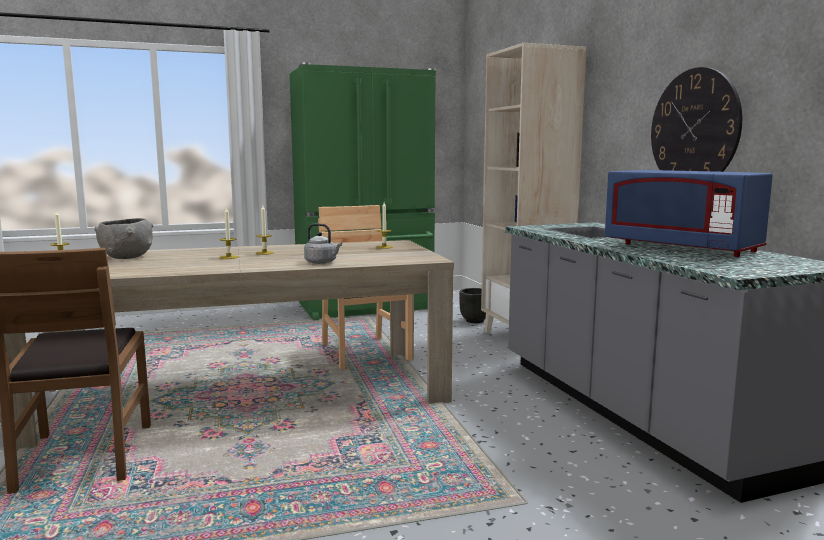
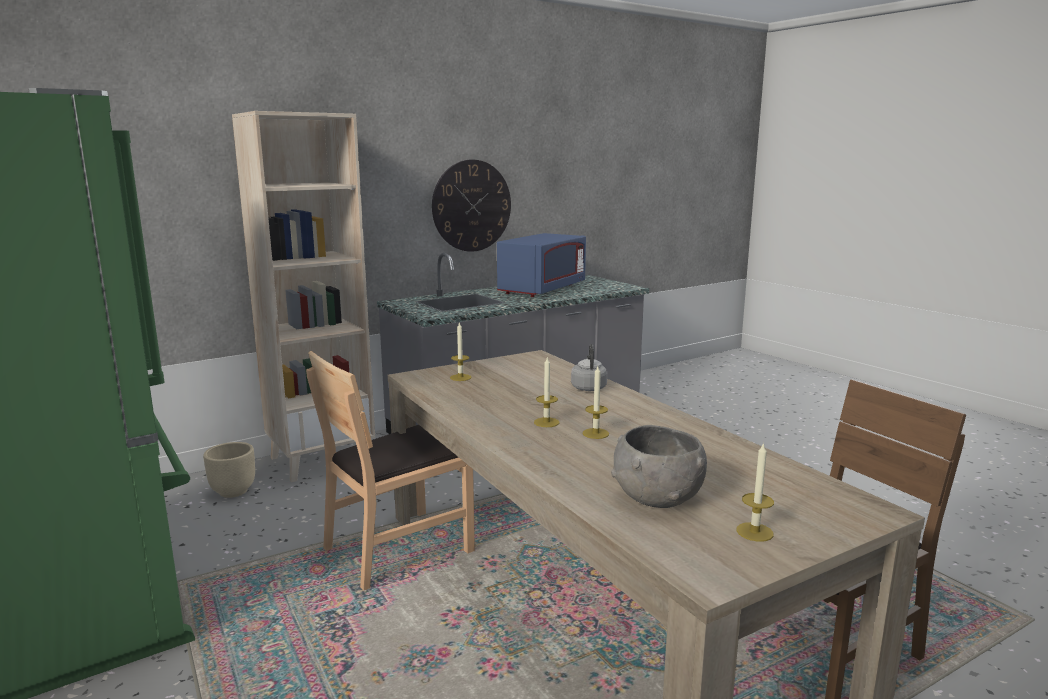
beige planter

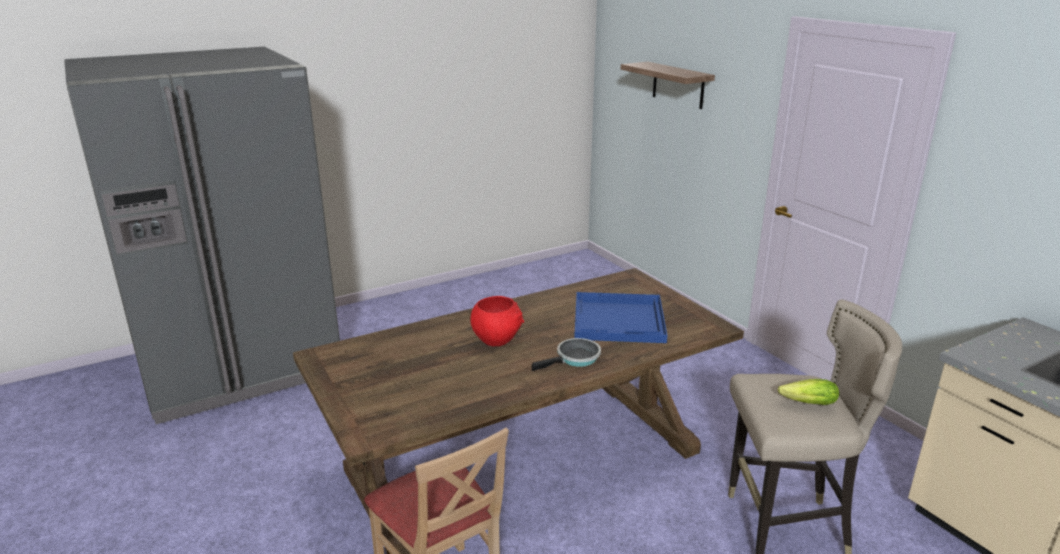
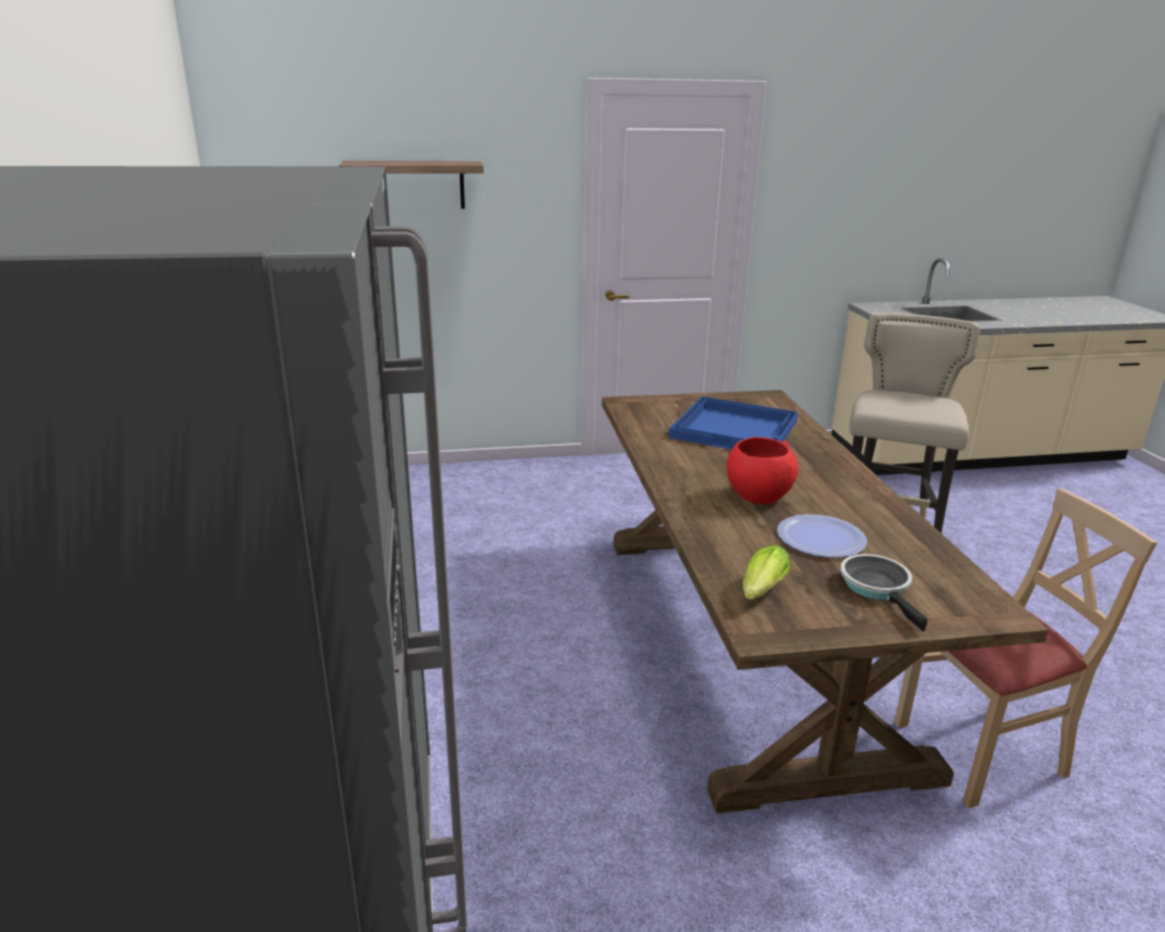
frying pan
lettuce
plate

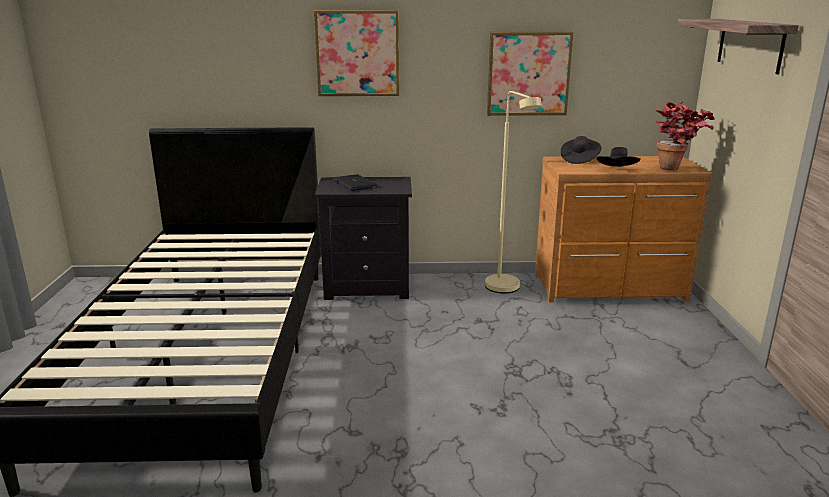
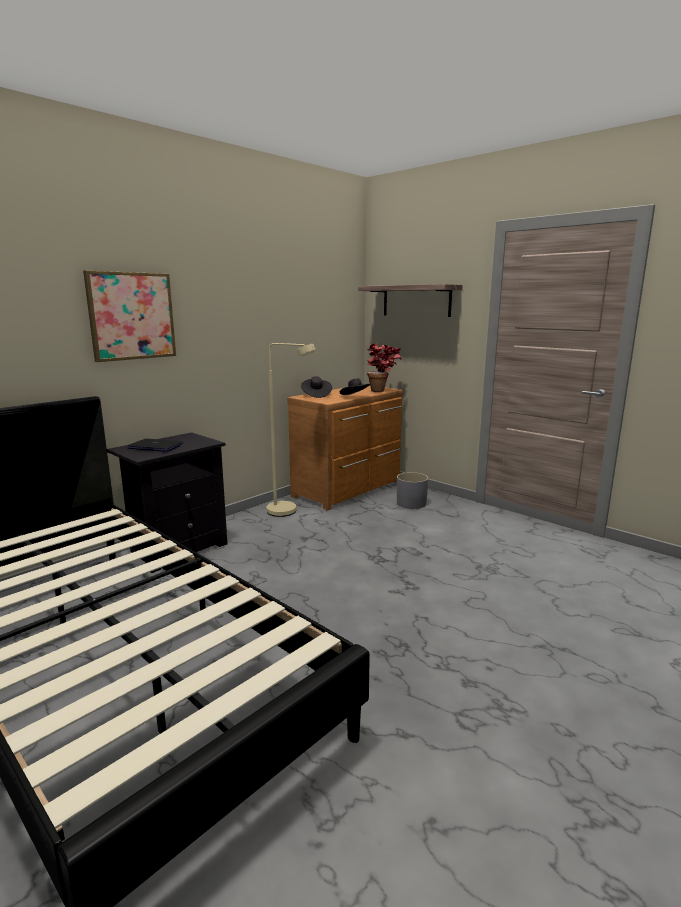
picture (no. 2 from left in the first image)
grey planter

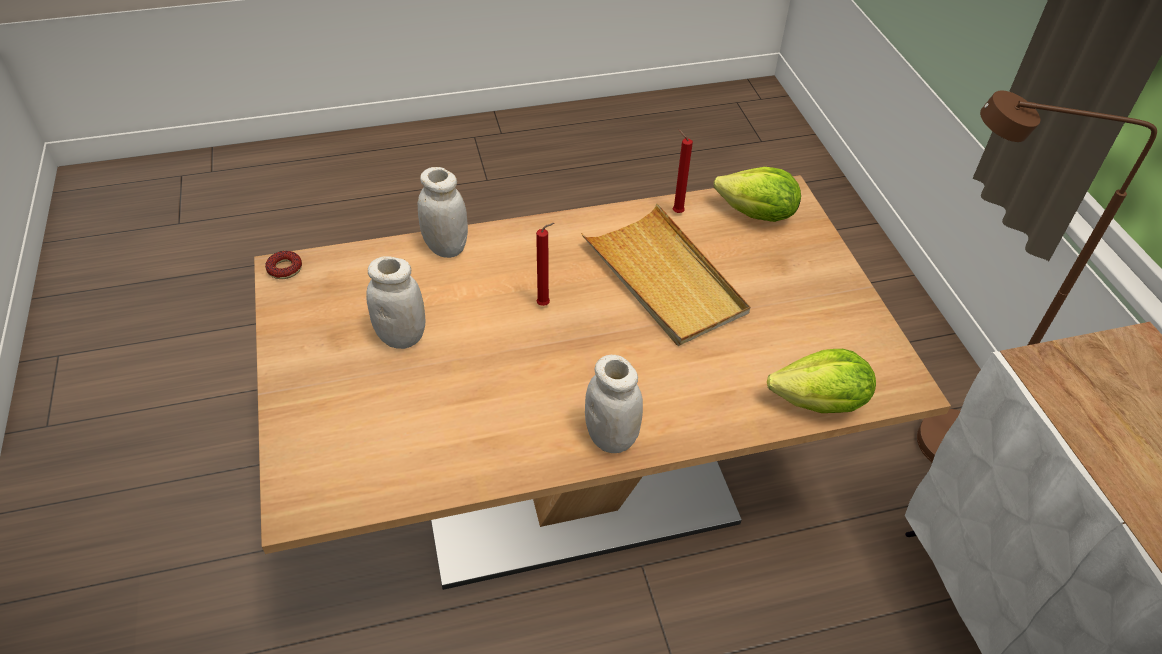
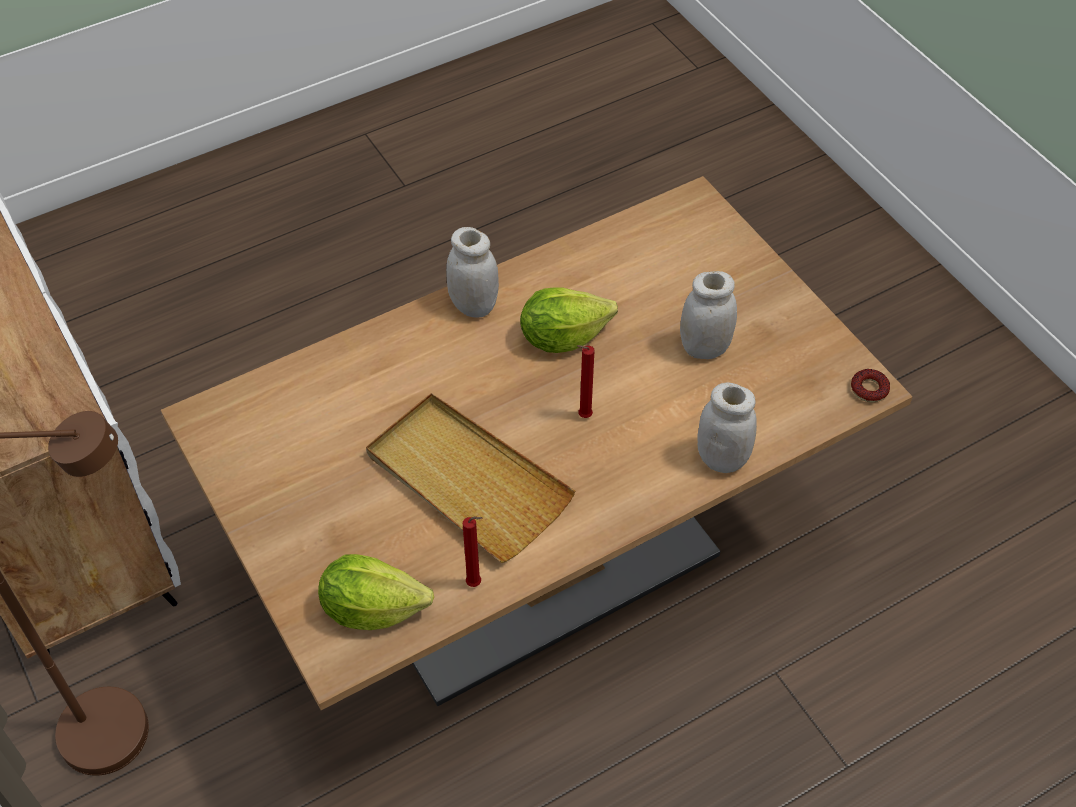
lettuce (no. 2 from left)

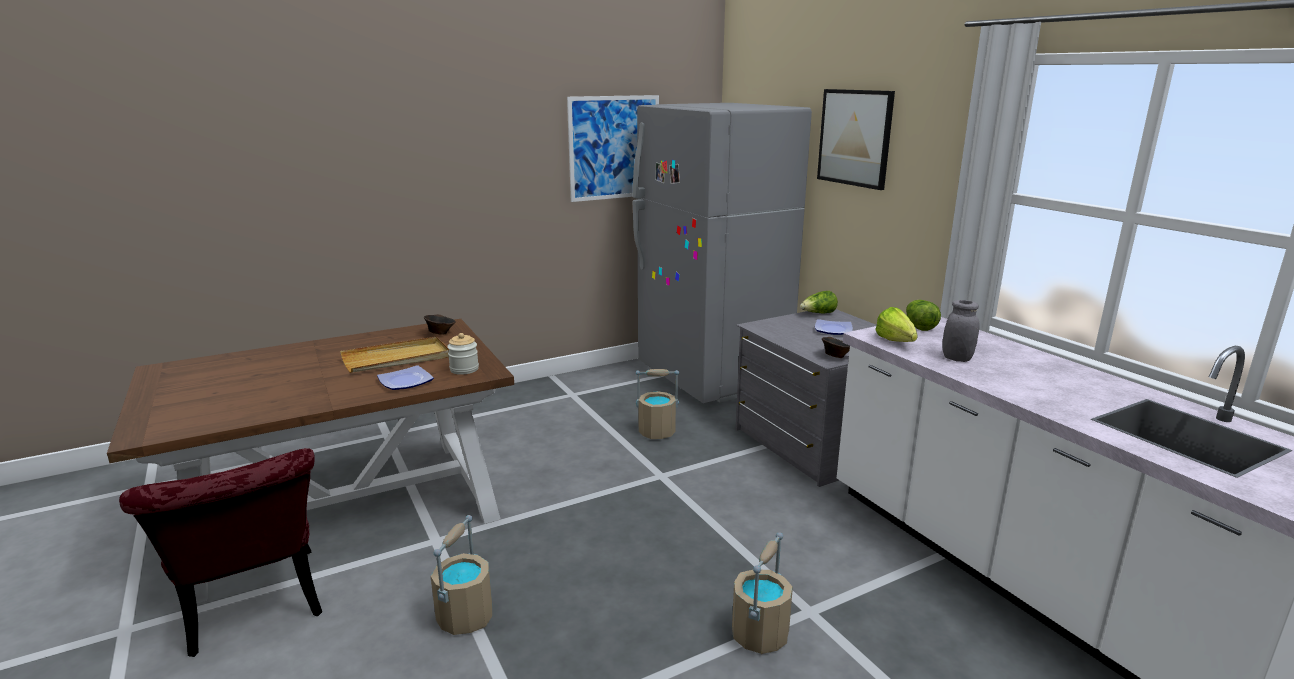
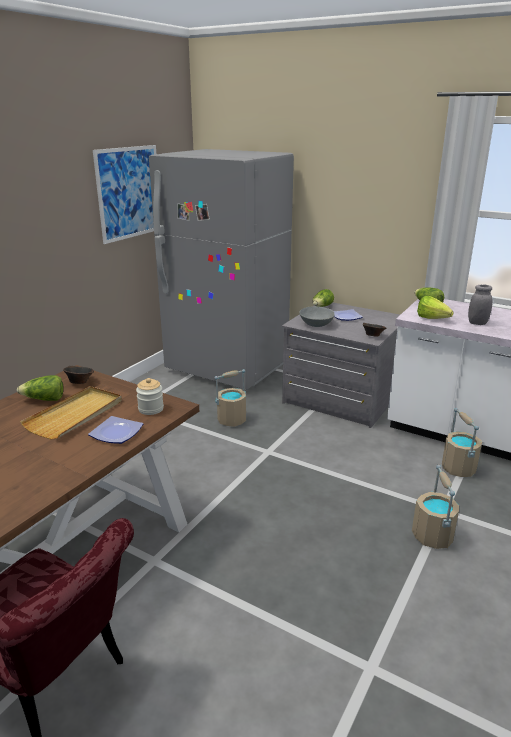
beige bucket (no. 3 from left)
picture (no. 2 from left in the first image)
lettuce (no. 1 from left)
grey bowl

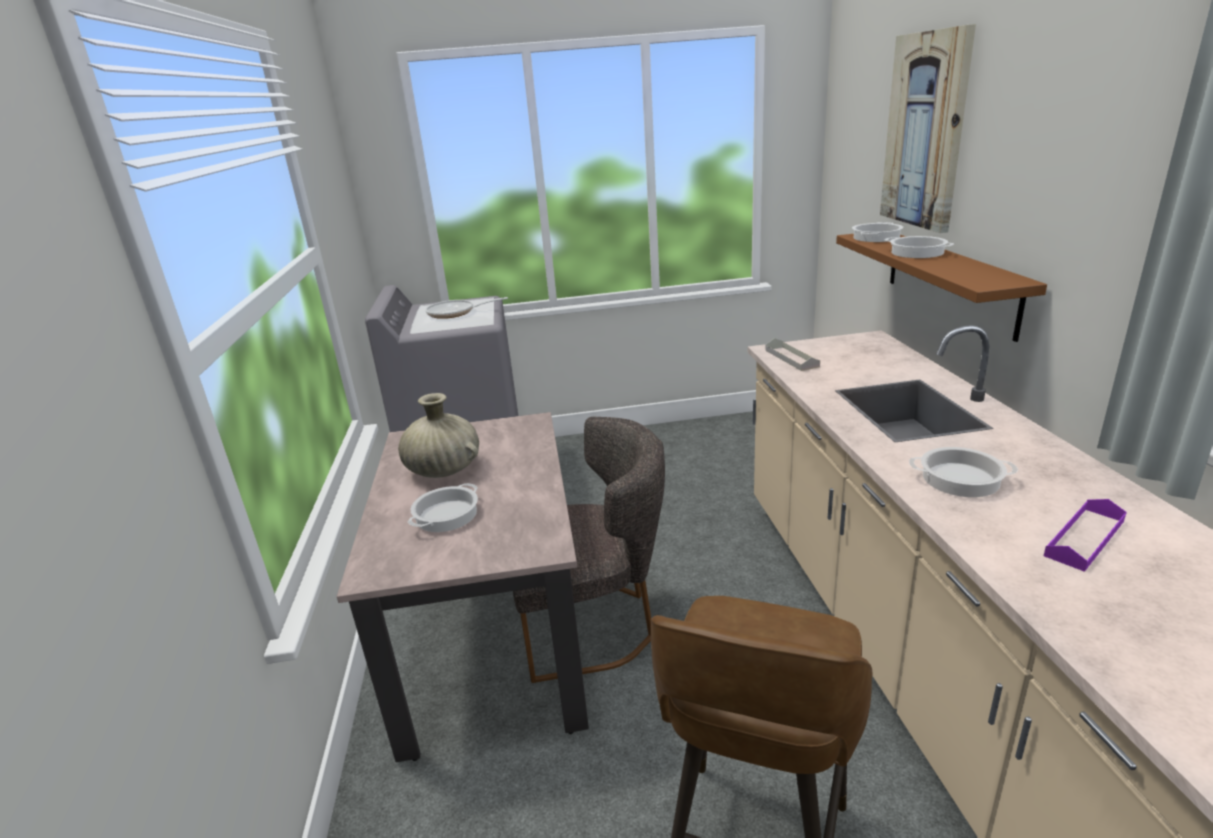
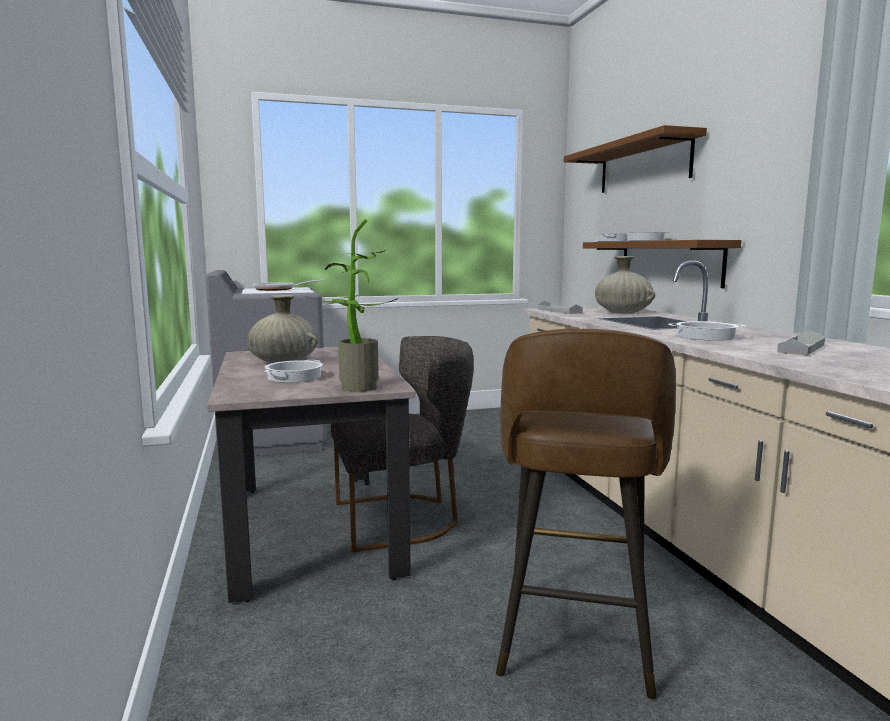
brown shelf (no. 1 from left)
grey tray (no. 2 from left)
potted plant
beige vase (no. 2 from left)

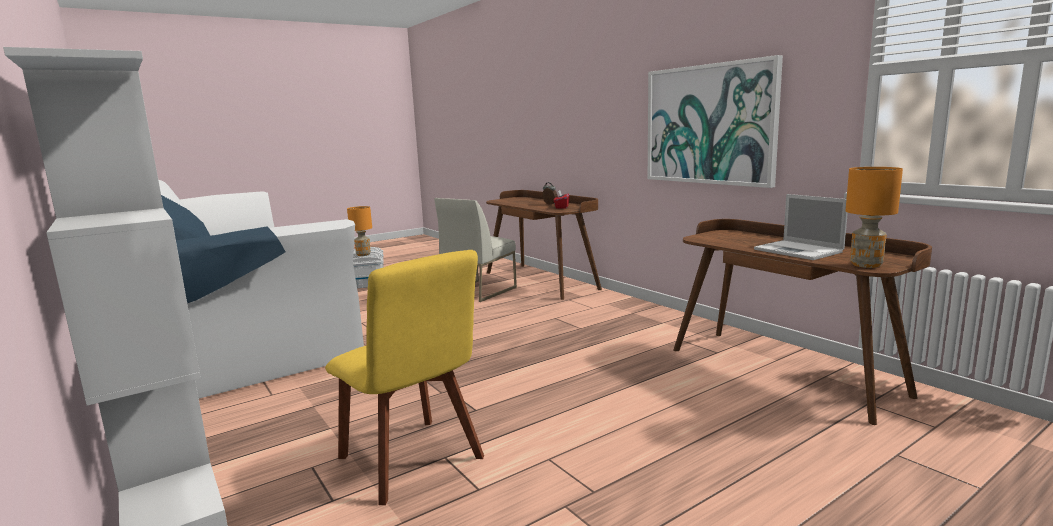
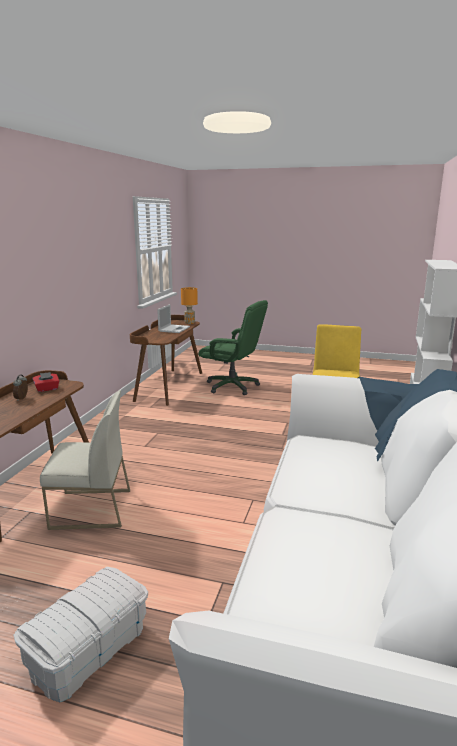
orange table lamp (no. 1 from left in the first image)
picture
green office chair

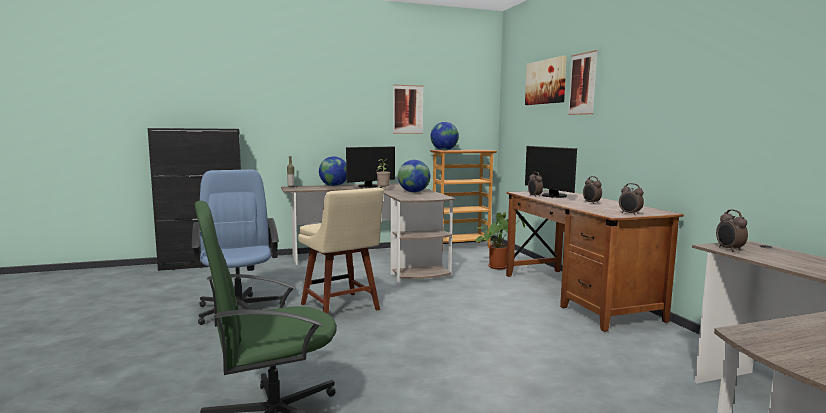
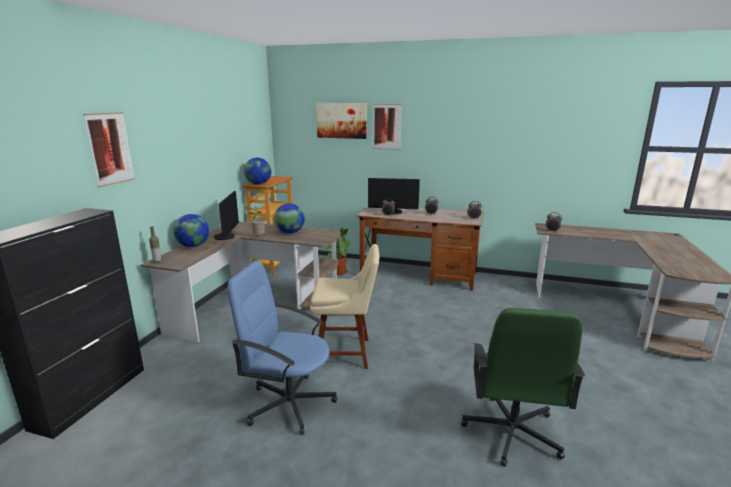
picture (no. 1 from left)

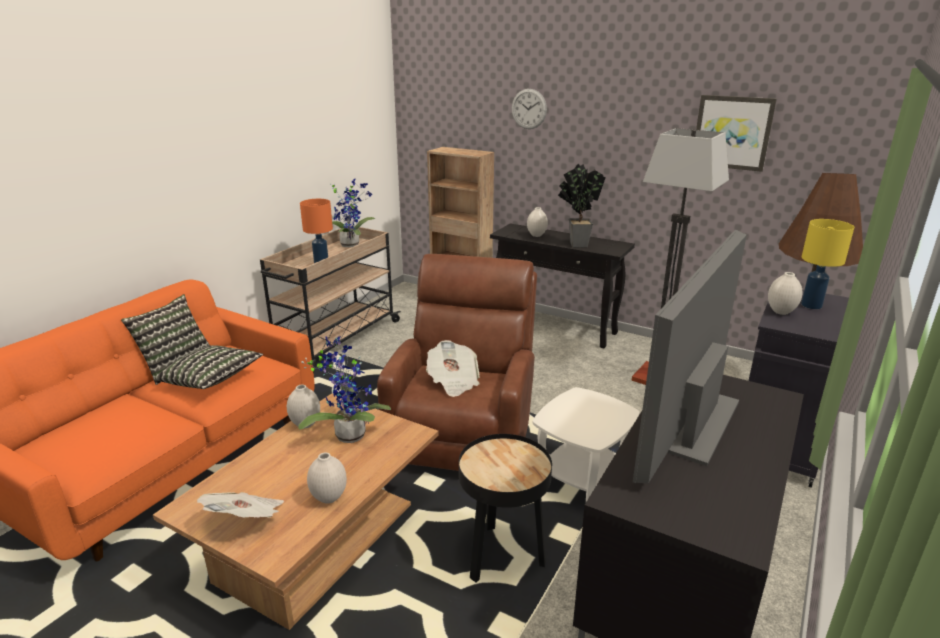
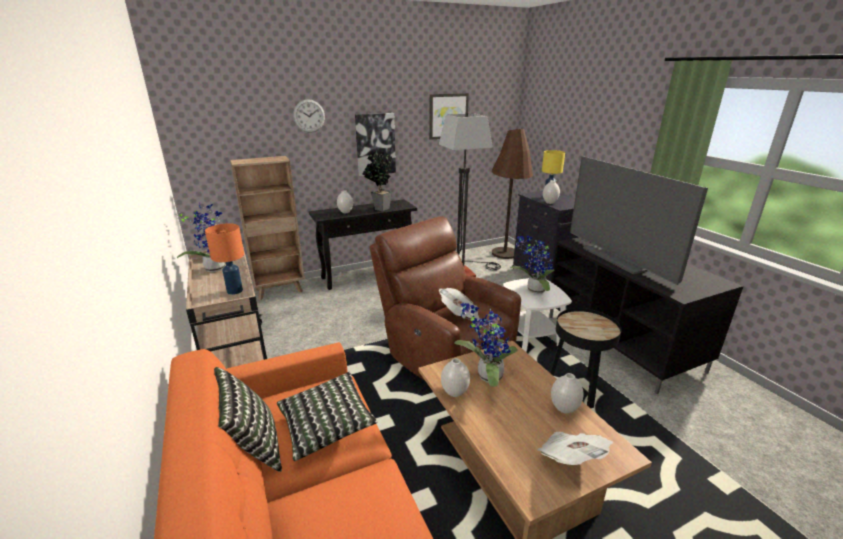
picture (no. 1 from left)
potted plant (no. 4 from left)

